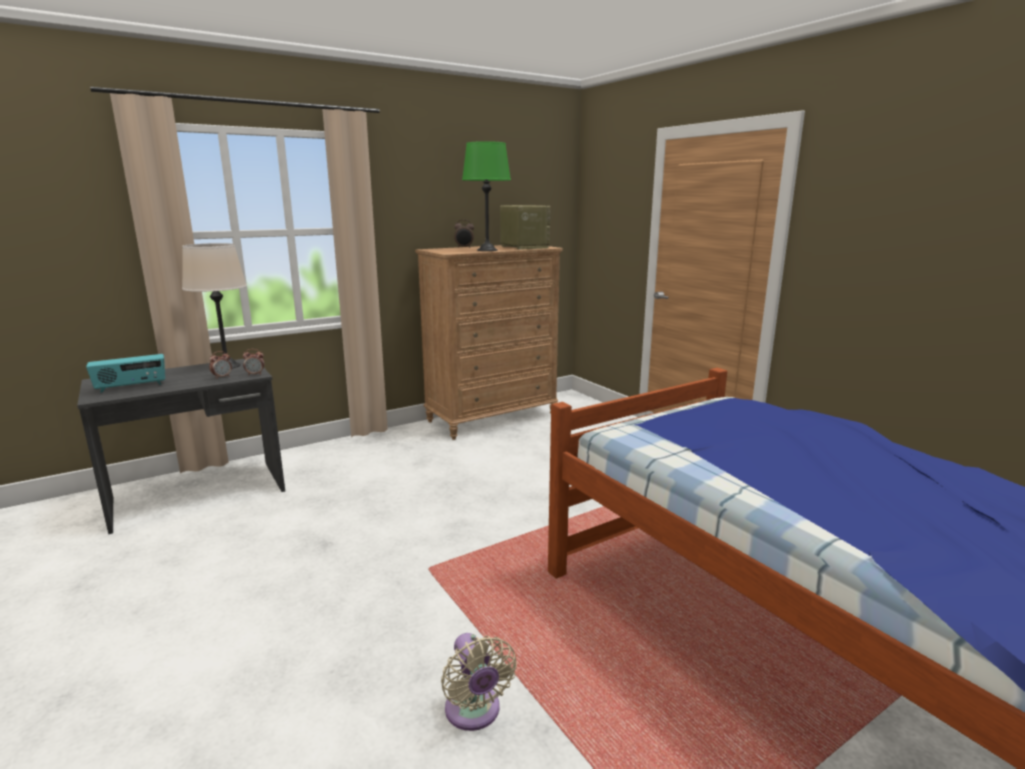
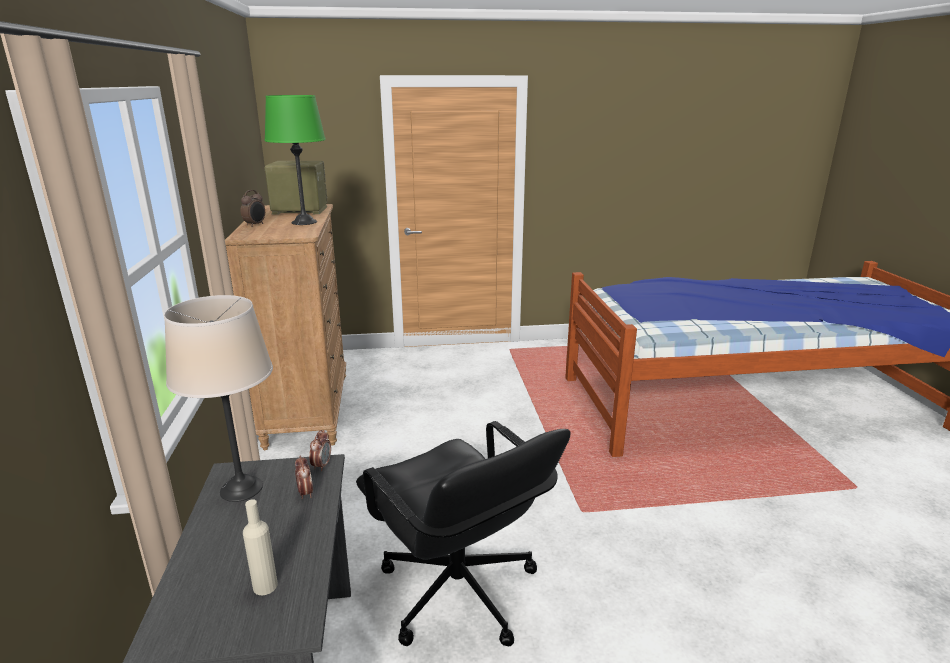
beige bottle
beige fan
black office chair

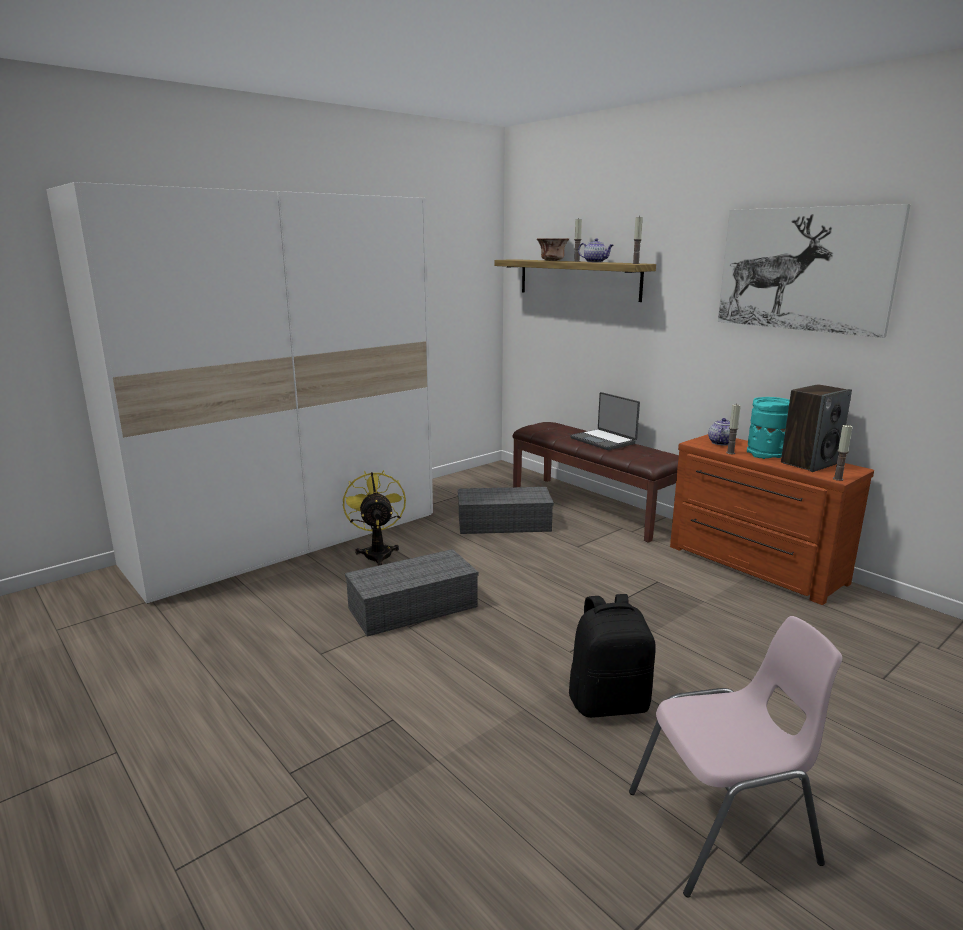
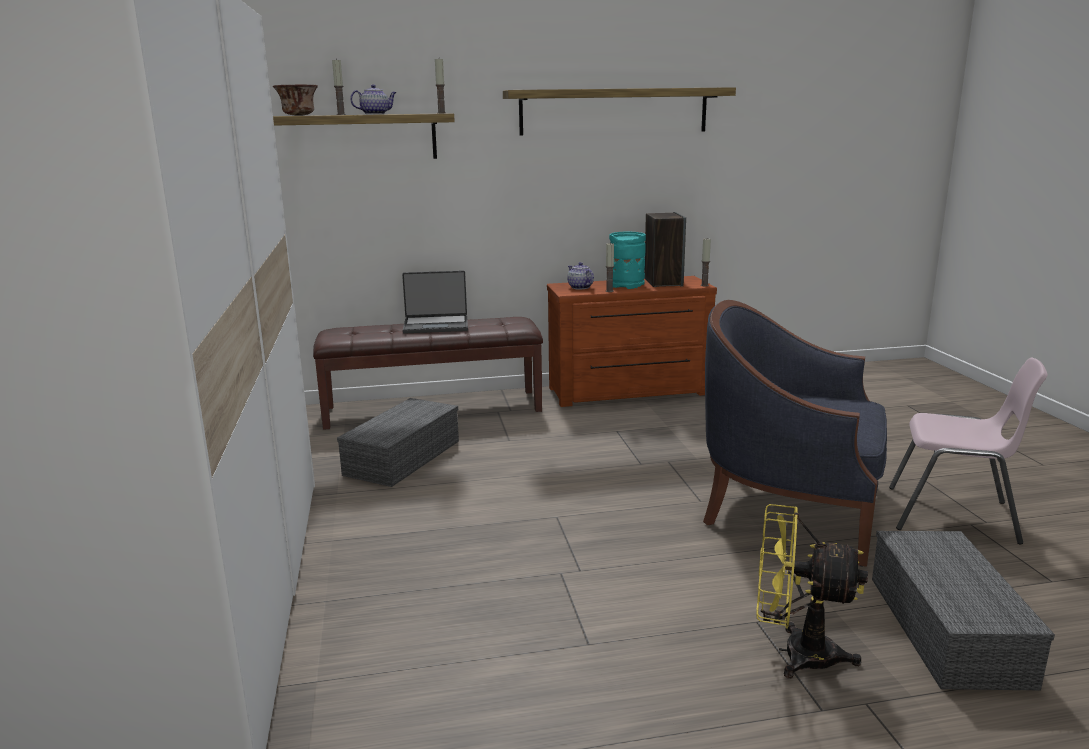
yellow fan
grey storage box (no. 2 from left)
blue armchair
pink chair
shelf (no. 2 from left)

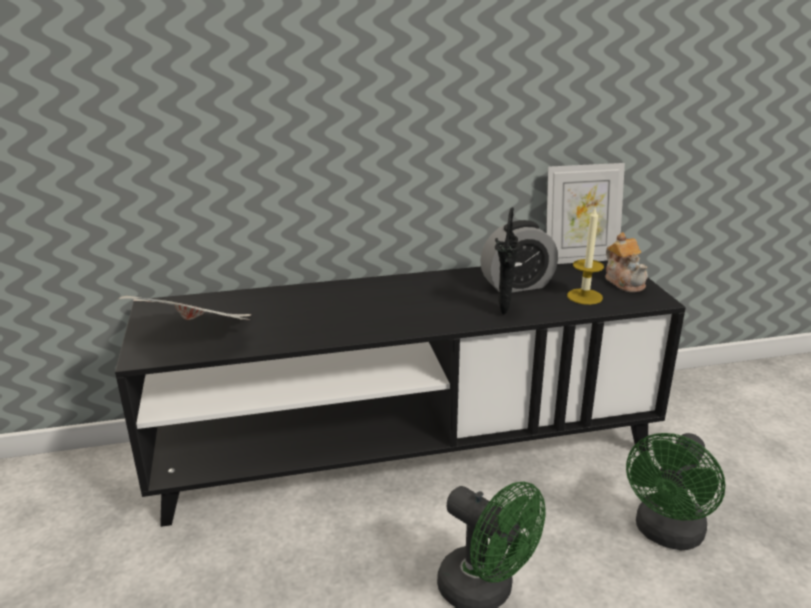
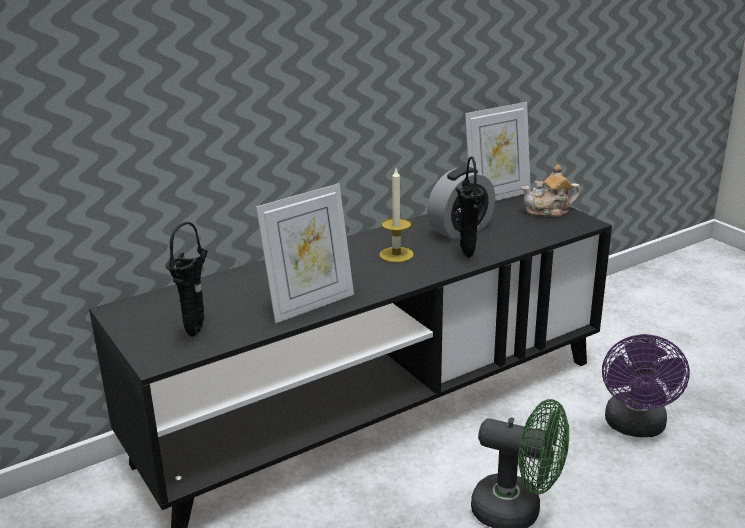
black vase (no. 1 from left)
candle
teapot
purple fan
picture frame (no. 1 from left)

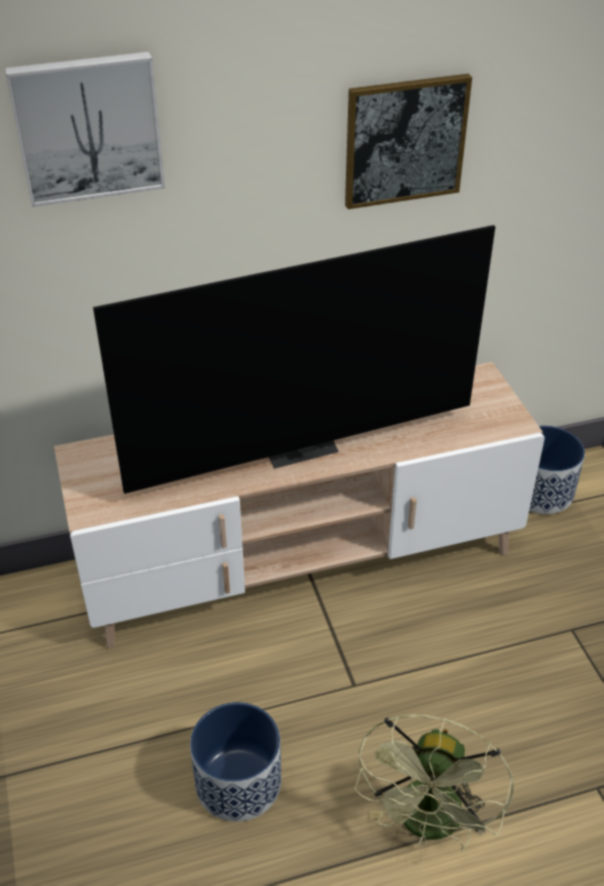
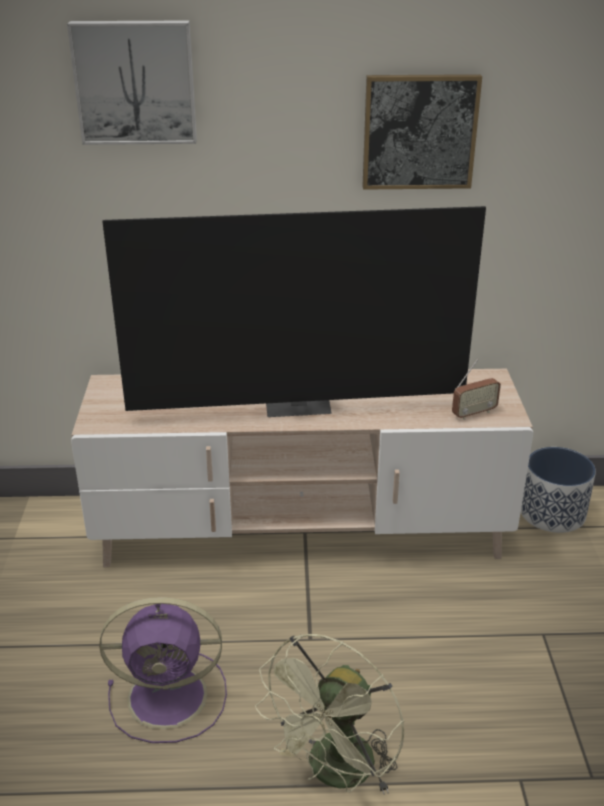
purple fan
radio

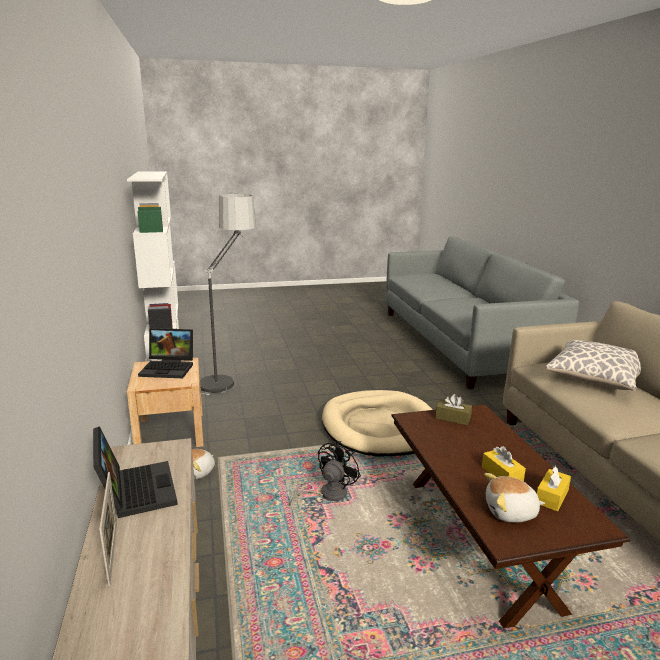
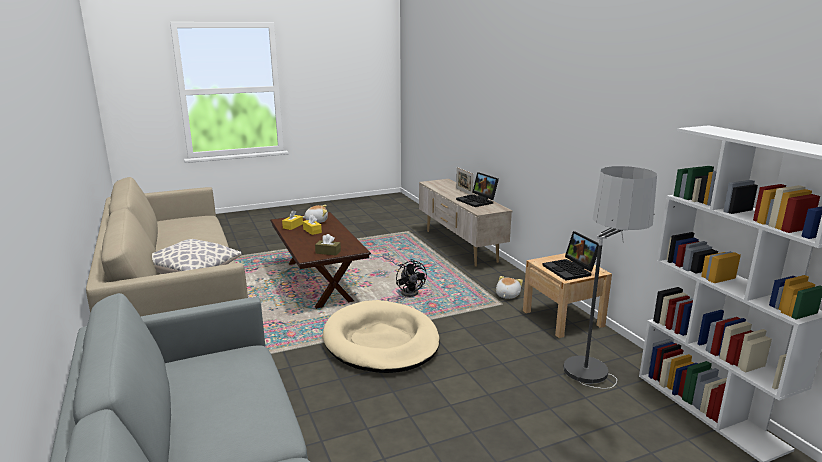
laptop (no. 2 from left)
black fan

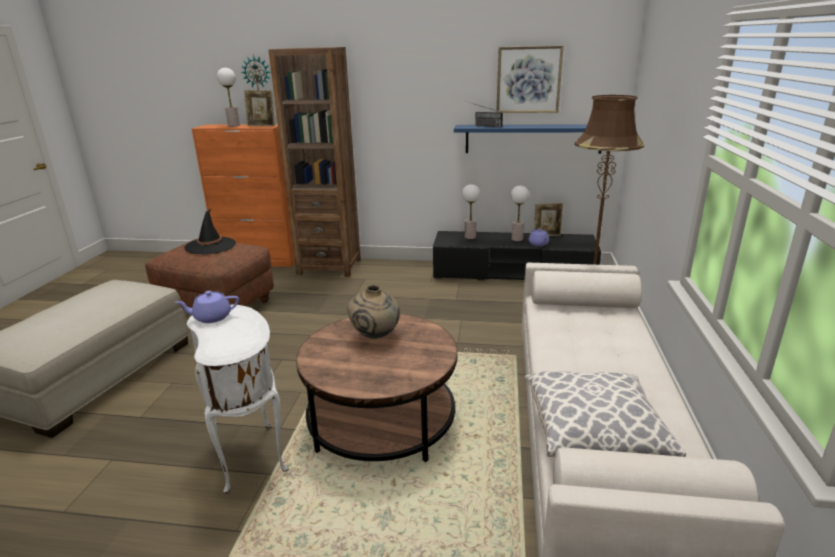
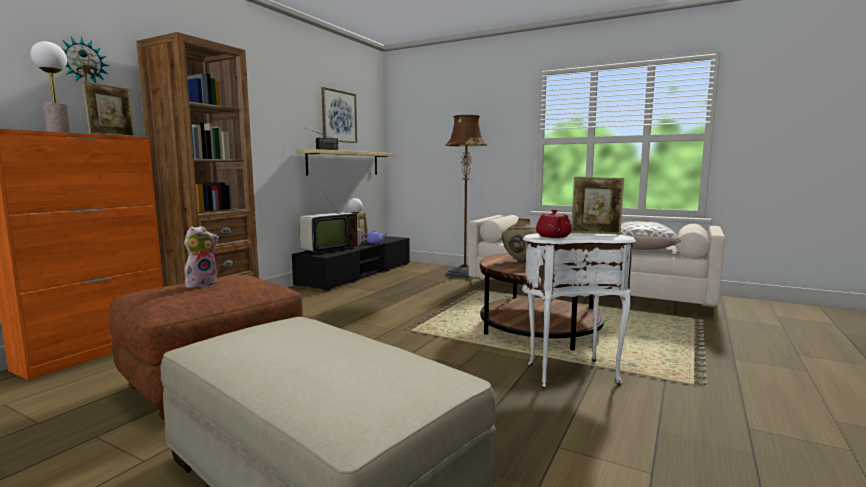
red teapot
plush toy
beige shelf
television
picture frame (no. 3 from left)

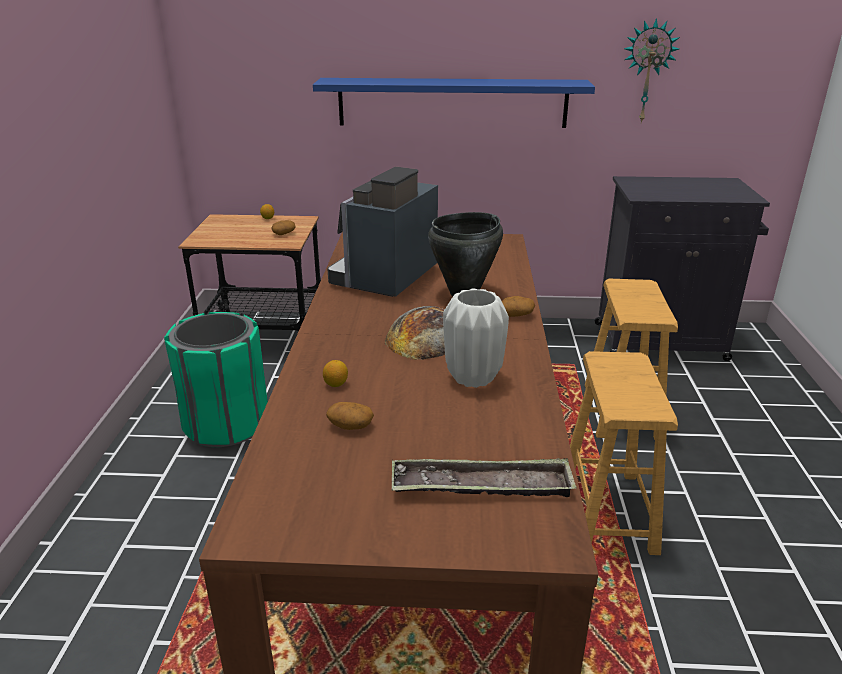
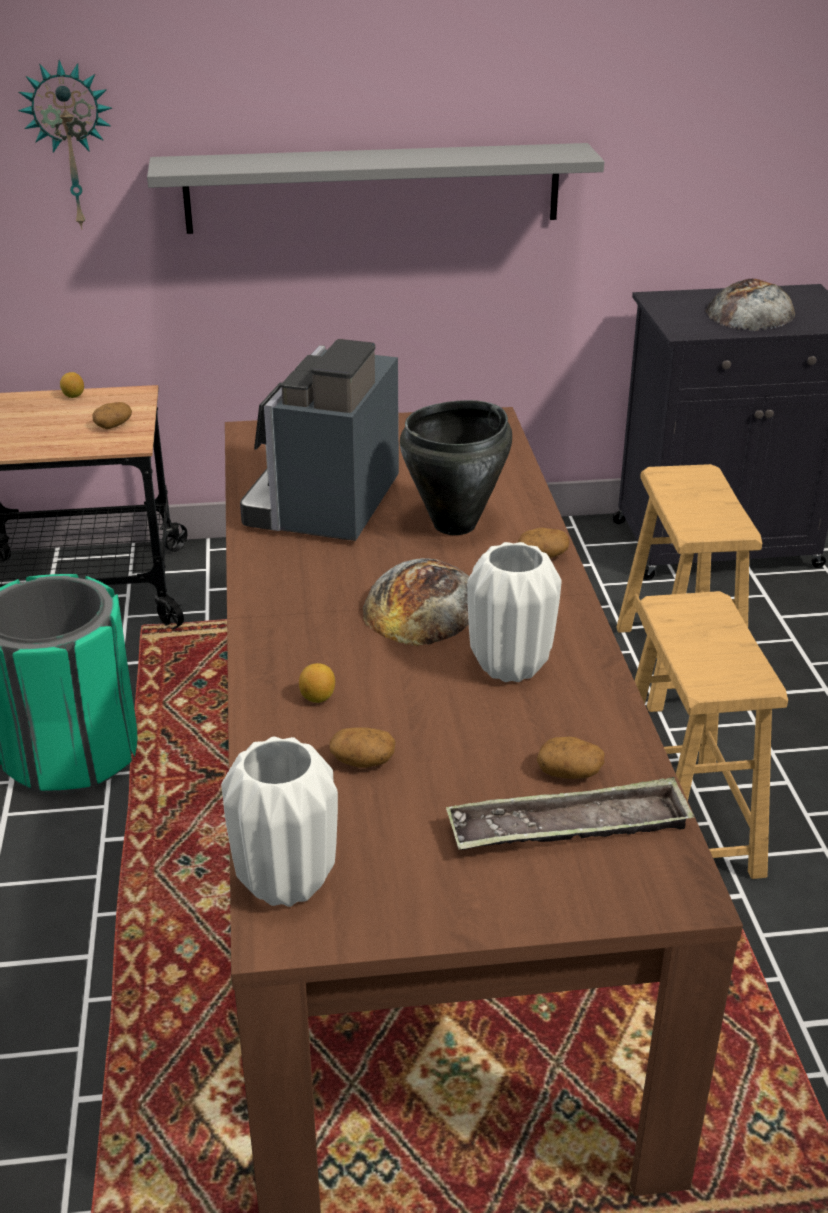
grey shelf
wall clock
white vase (no. 1 from left)
potato (no. 4 from left)
bread (no. 2 from left)

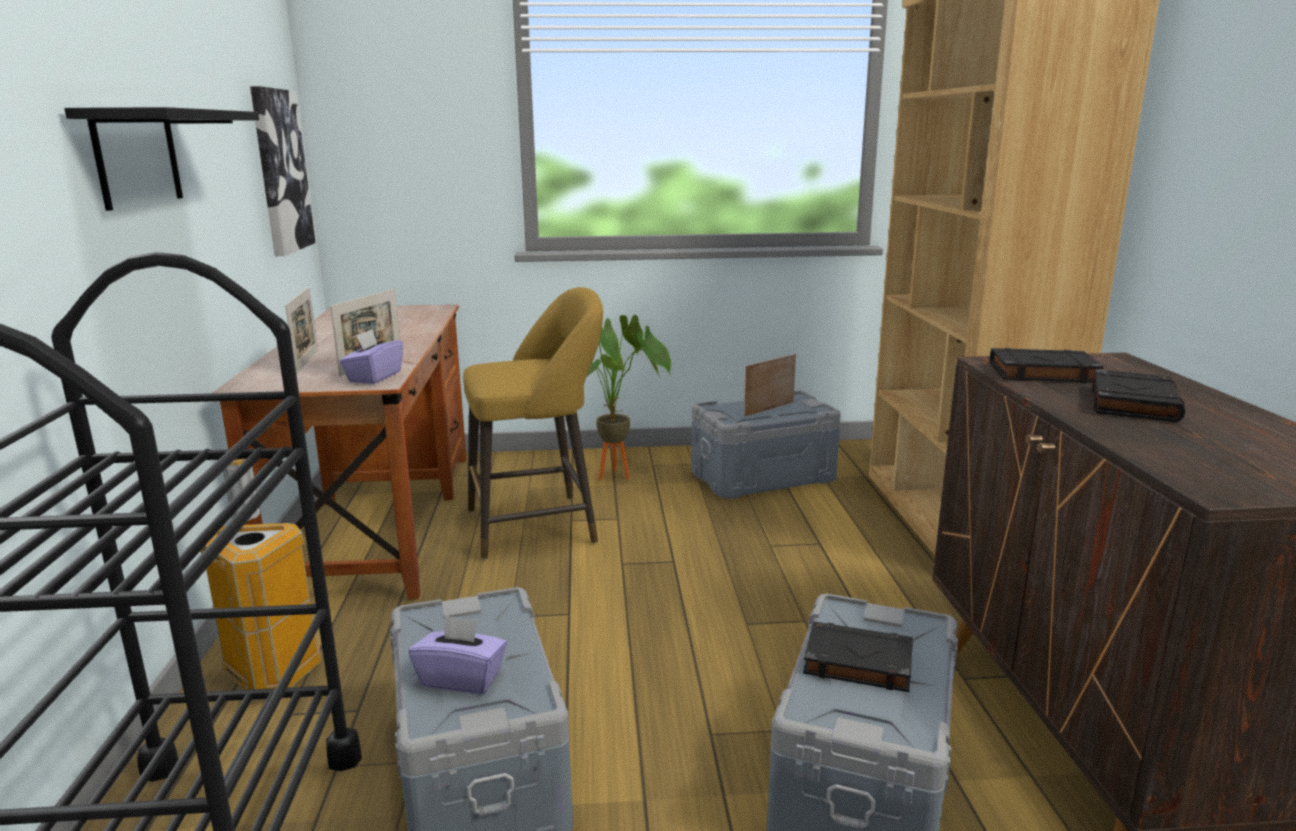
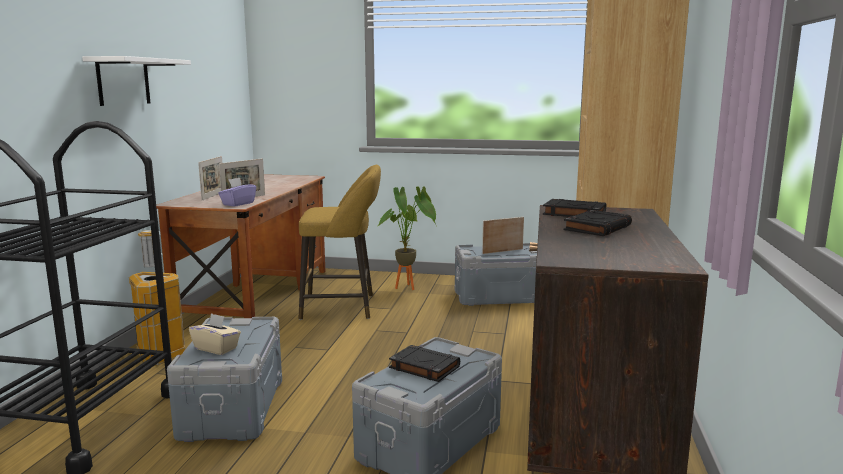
white shelf
picture
beige tissue box

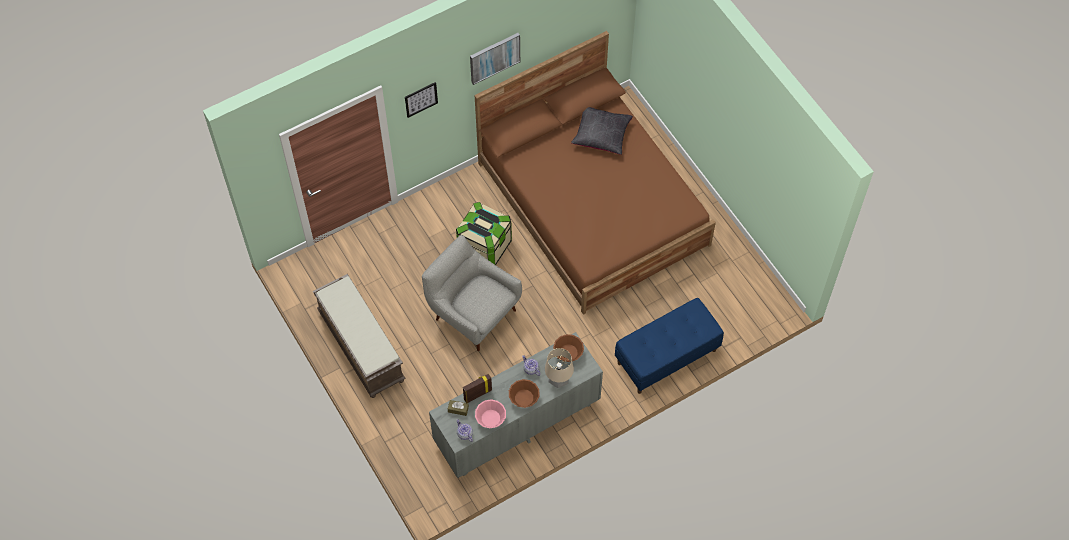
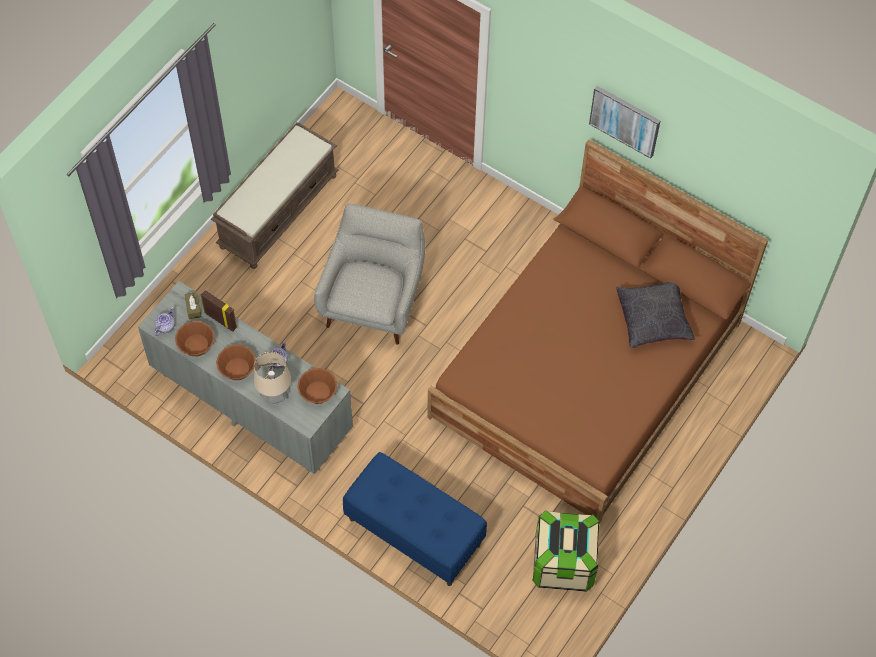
picture (no. 1 from left in the first image)
storage box
brown bowl (no. 1 from left)

